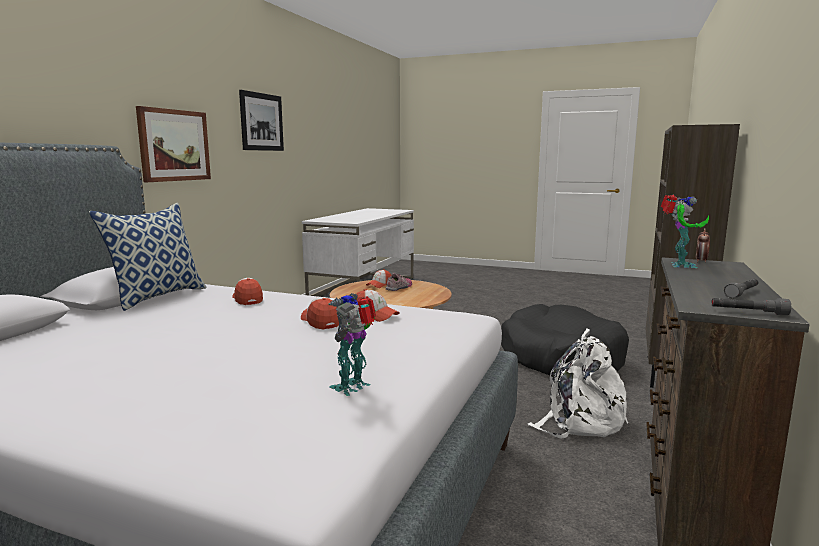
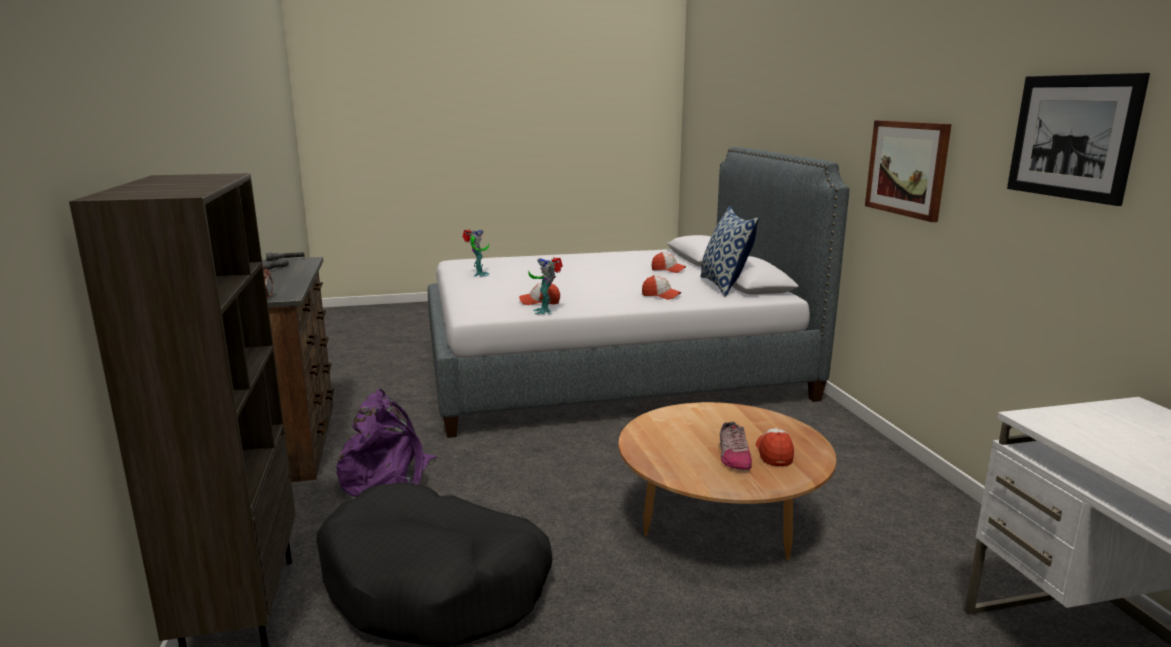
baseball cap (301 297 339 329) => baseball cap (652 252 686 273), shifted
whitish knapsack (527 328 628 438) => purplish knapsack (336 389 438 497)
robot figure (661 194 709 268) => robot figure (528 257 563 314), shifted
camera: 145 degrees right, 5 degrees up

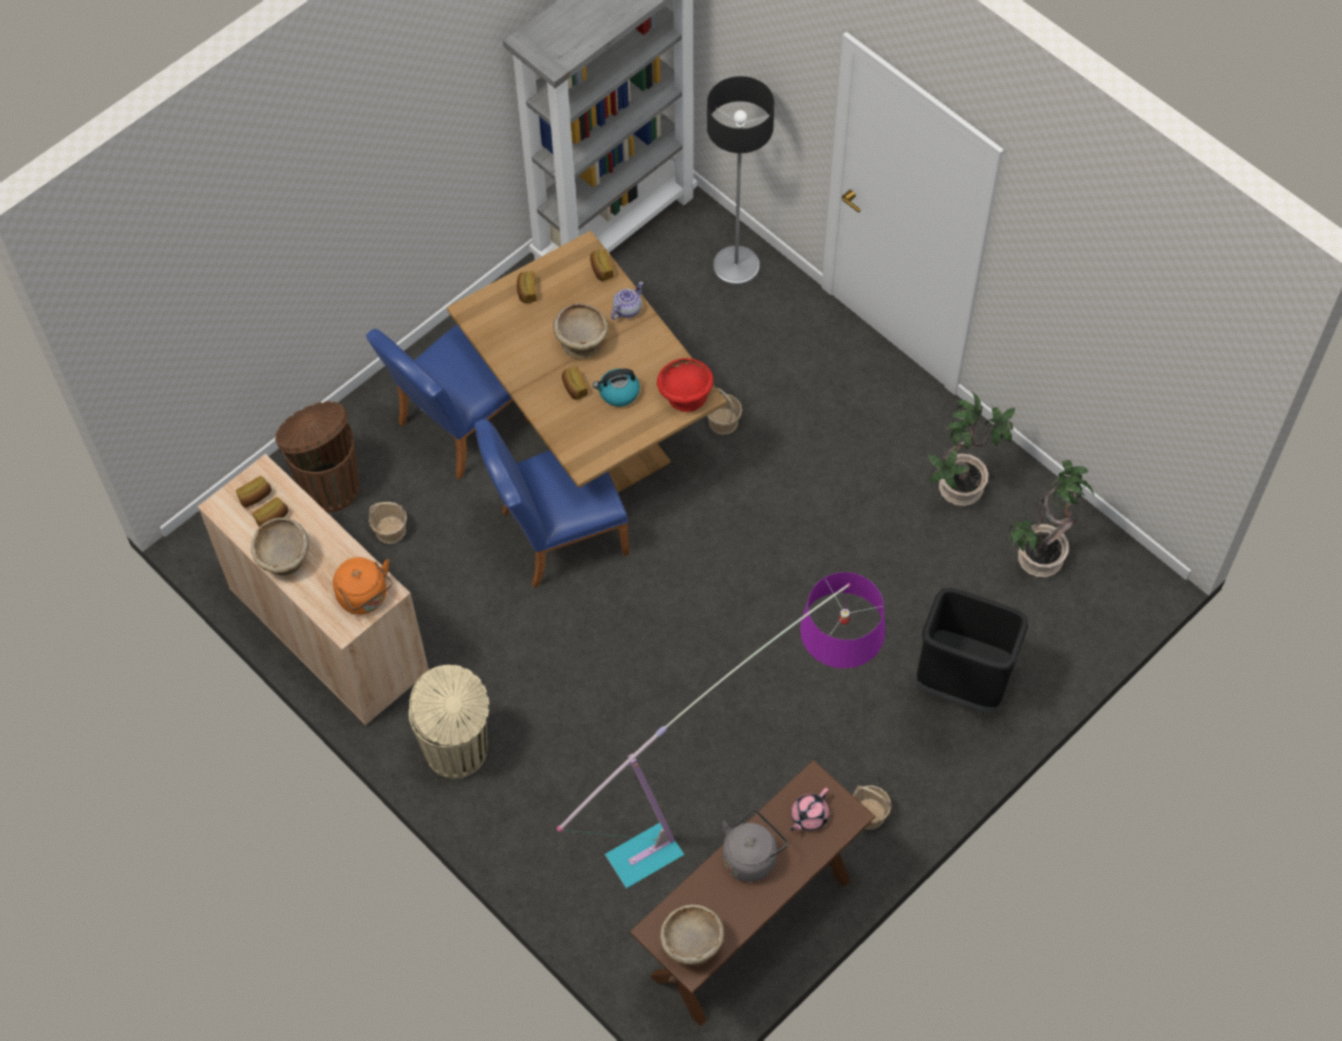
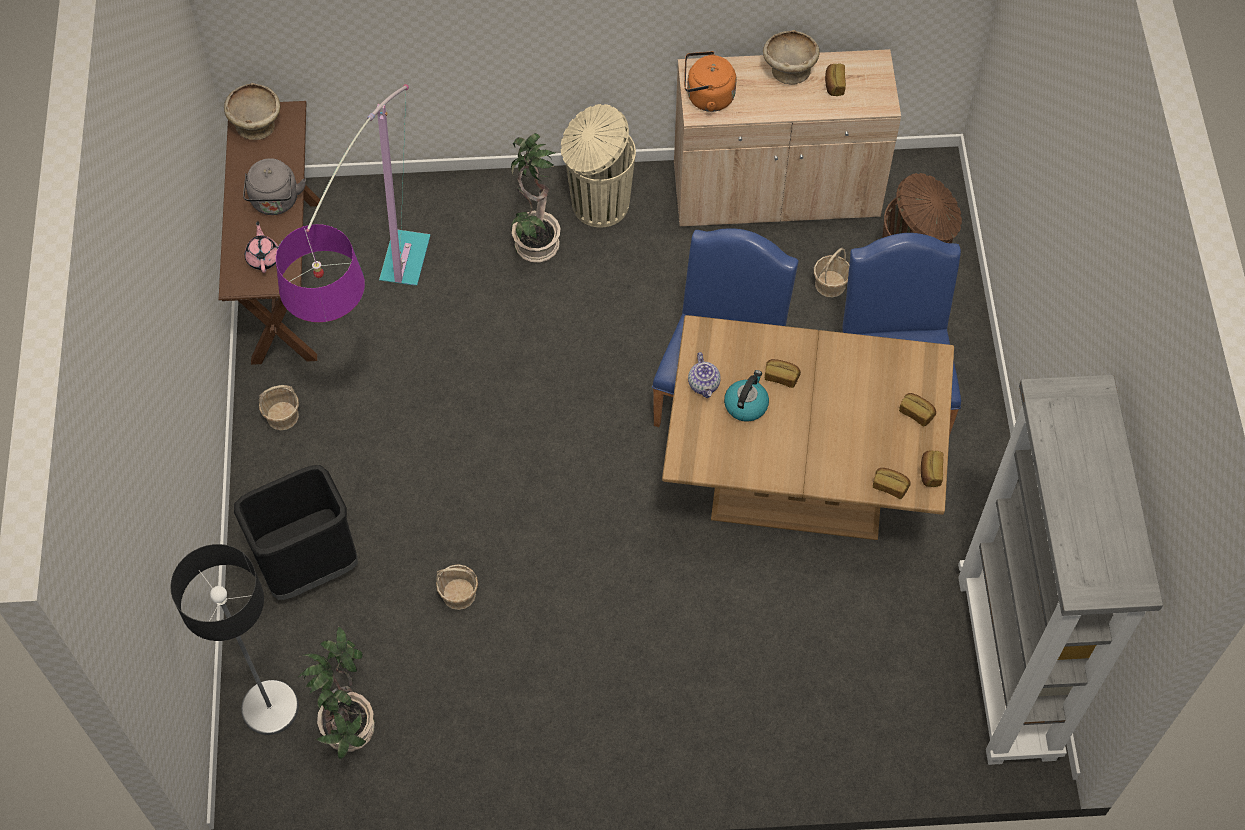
bakery bread (236 476 272 507) => bakery bread (921 451 943 487), shifted
beige-coloured bowl (553 303 608 359) => nothing
teapot (611 282 643 320) => teapot (688 352 721 398), shifted
red-coloured bowl (657 358 713 412) => nothing
standing lamp (707 76 775 286) => standing lamp (170 544 299 735), shifted
basket (707 388 742 435) => basket (436 564 478 610), shifted
potted plant (928 390 1015 506) => potted plant (511 133 561 263), shifted
camera: 130 degrees right, 0 degrees up

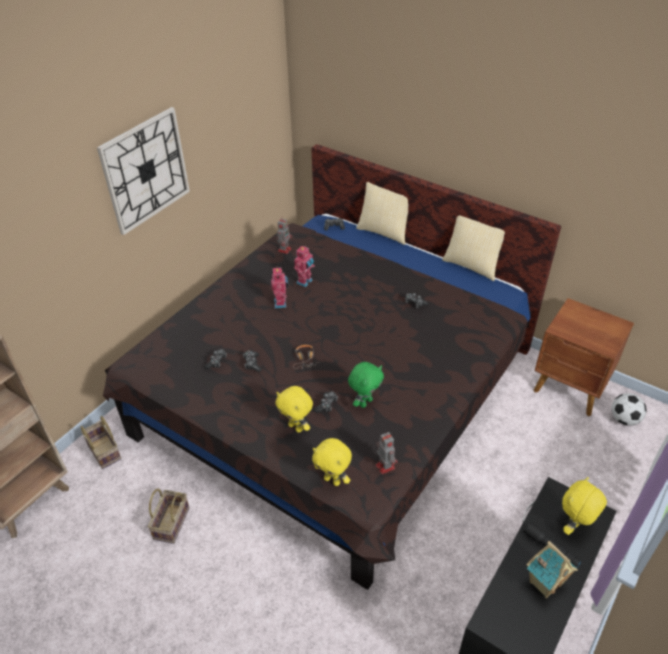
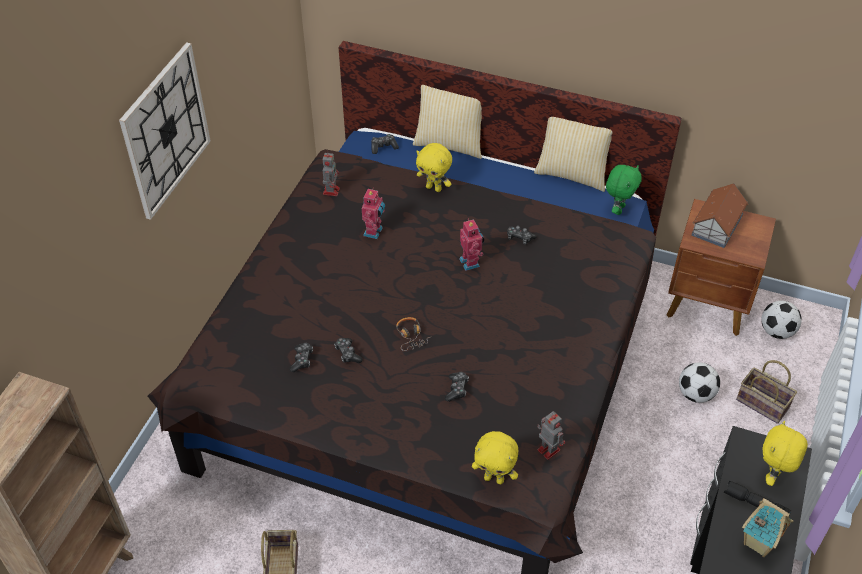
basket (81 416 121 469) => basket (736 360 797 424), shifted
robot figure (271 266 288 308) => robot figure (459 219 484 271), shifted
yellow-coloured cuddly toy (276 386 313 433) => yellow-coloured cuddly toy (416 143 452 192), shifted
green cuddly toy (348 362 384 408) => green cuddly toy (606 165 642 215), shifted
nothing => football (679 362 720 403)
nothing => miniature house (691 183 748 248)
camera: 15 degrees left, 5 degrees up

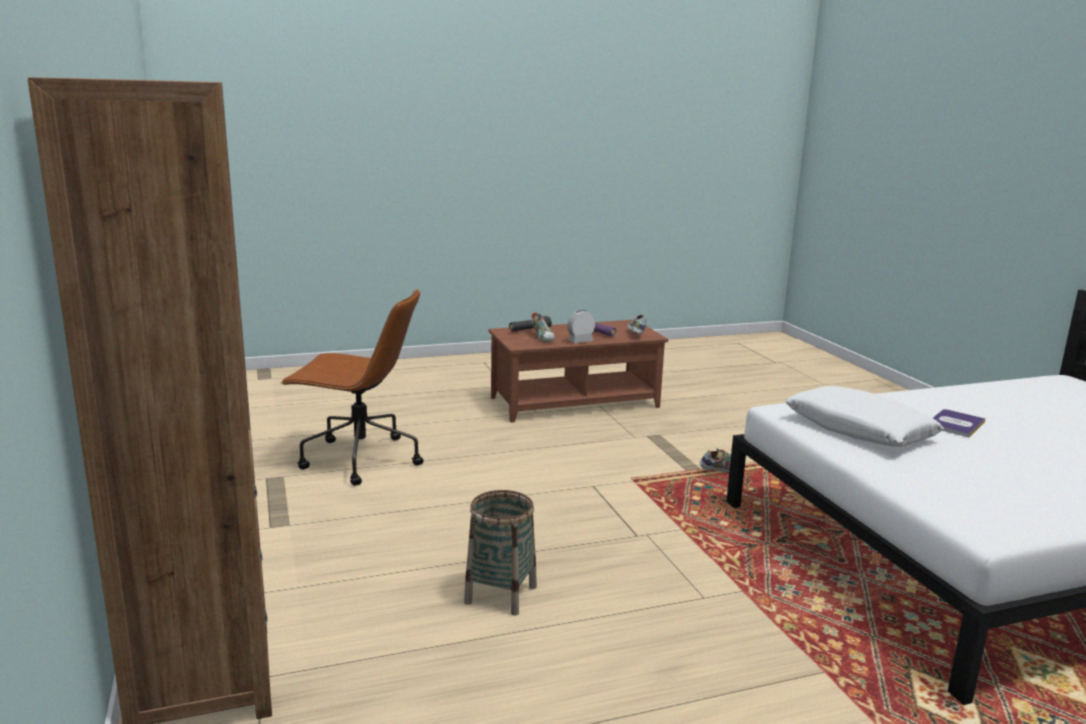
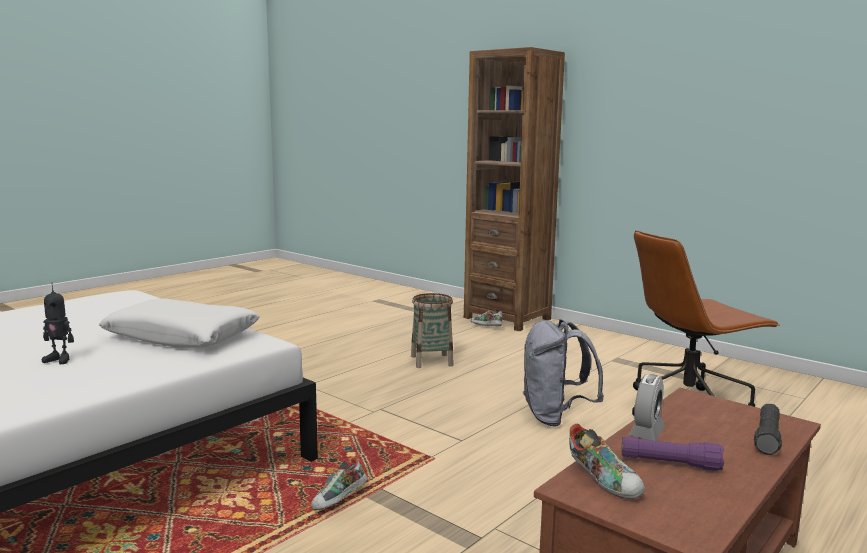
shoe (531 312 555 342) => shoe (471 309 502 326), shifted
bound book (933 409 986 437) => robot figure (42 283 74 364)
nothing => gray knapsack (523 319 604 427)
camera: 150 degrees right, 5 degrees down

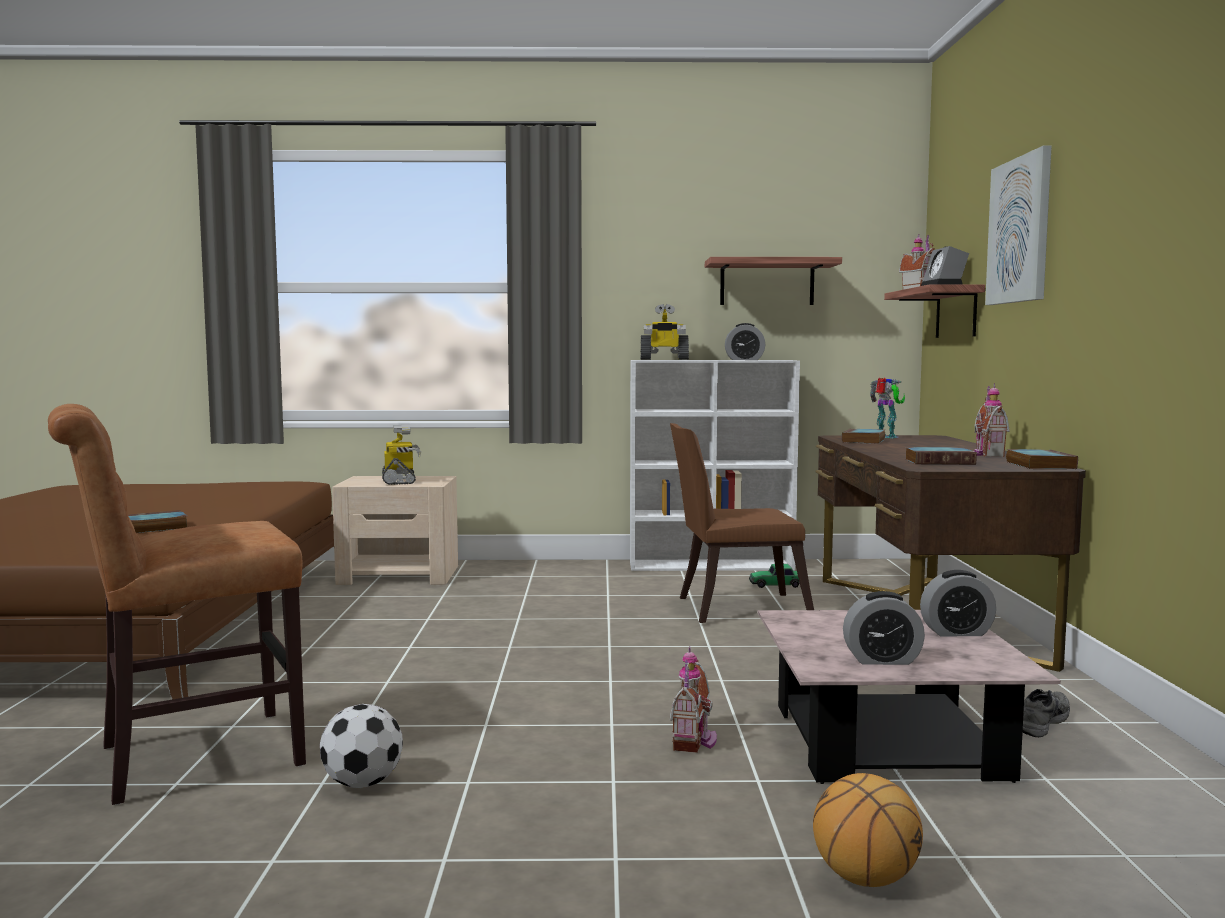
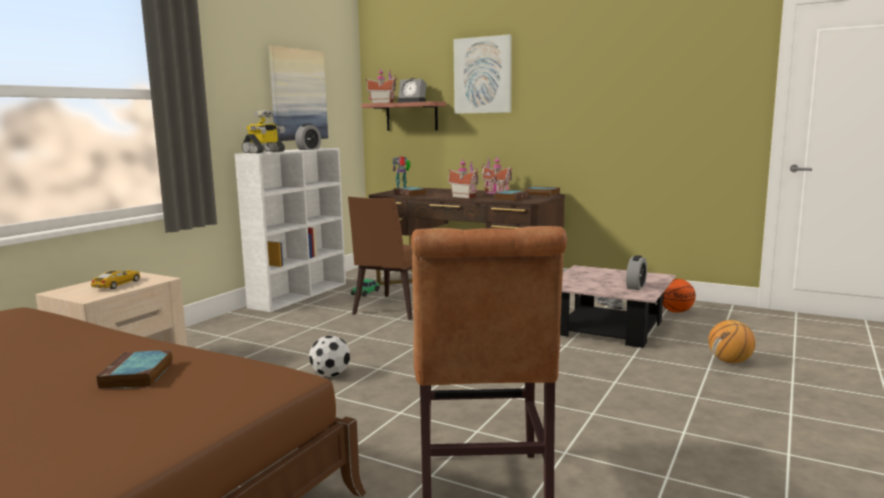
football (320 704 403 788) => football (309 335 350 377), shifted
robot figure (382 424 421 485) => toy car (91 270 140 289)
miniature house (670 646 717 753) => miniature house (448 161 478 199), shifted
shelf (705 257 842 305) => wall art (269 46 328 141)
alarm clock (920 570 996 637) => nothing
nothing => basketball (663 279 696 313)
camera: 60 degrees left, 5 degrees up

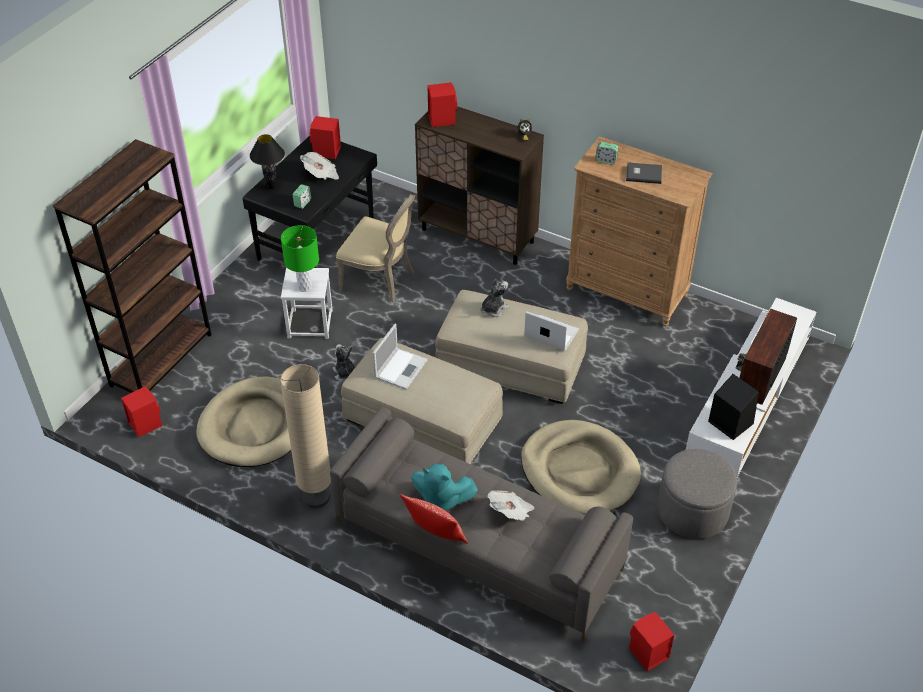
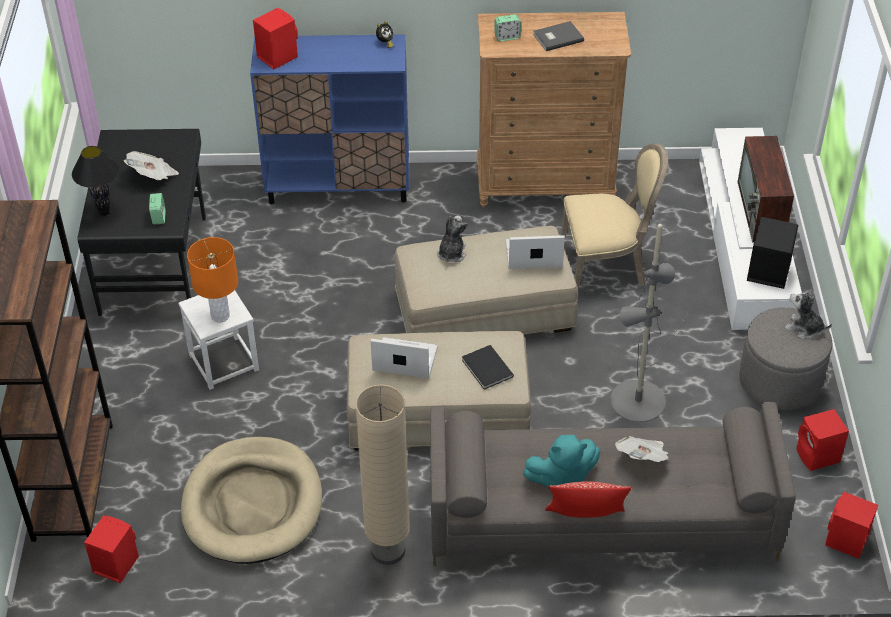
green tabletop lamp (281 225 319 292) => orangey tabletop lamp (187 237 238 323)
red-coloured loudspeaker (309 116 341 159) => red-coloured loudspeaker (796 409 849 471), shifted
cuddly toy (333 344 355 382) => cuddly toy (785 288 832 339), shifted
beige-coloured upright chair (336 194 415 303) => beige-coloured upright chair (561 143 668 289), shifted
laptop (372 324 428 390) => laptop (371 337 438 379), 75 degrees counterclockwise
brown-coloured cabinet (415 106 544 265) => bluish cabinet (250 34 409 204)
beige-coloured dog bed (521 420 641 515) => gray standing lamp (610 224 689 422)
nothing => black-coloured bound book (462 345 514 390)
camera: 30 degrees left, 0 degrees up

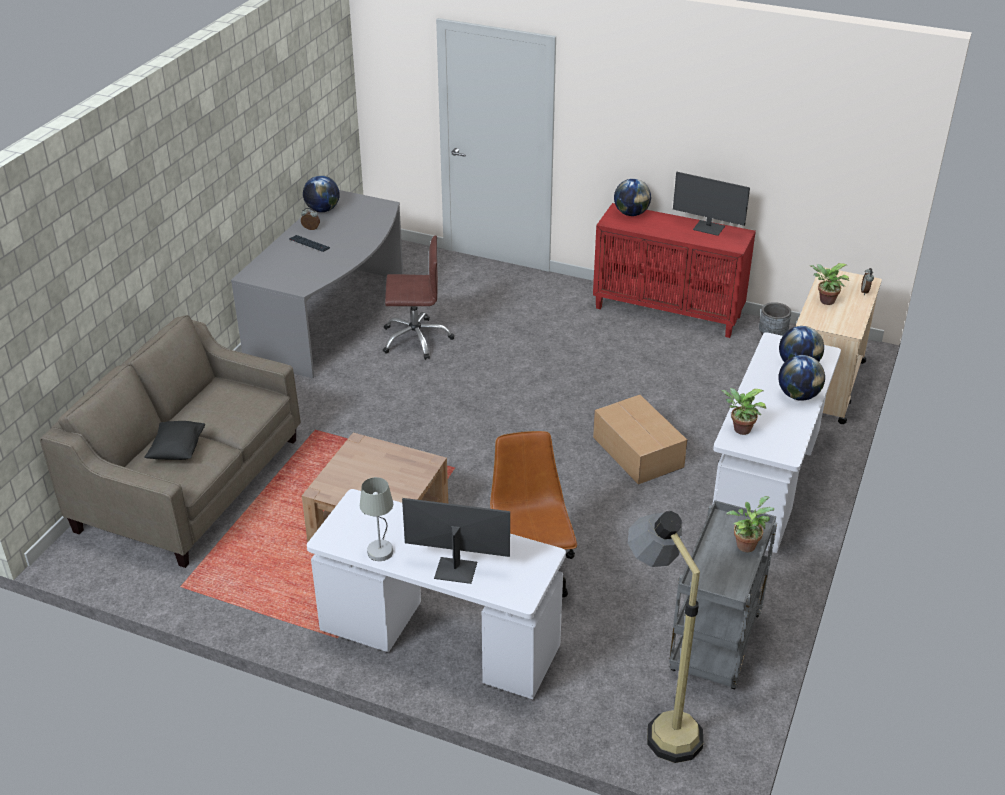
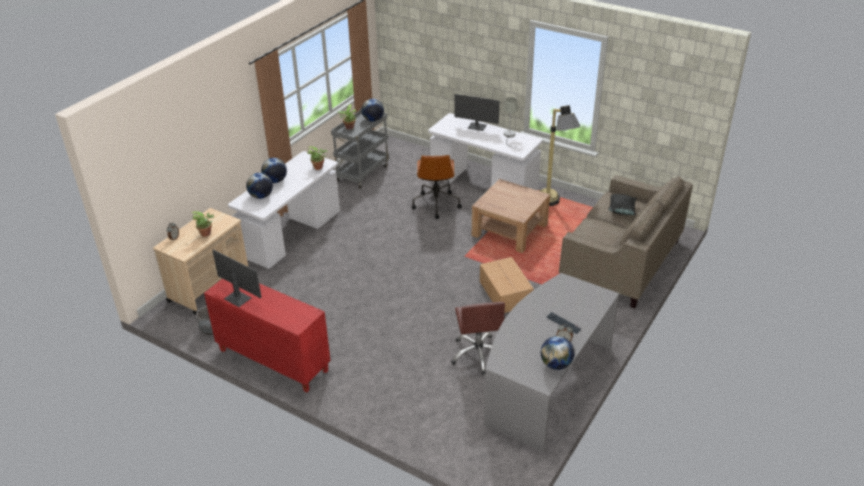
brown-coloured computer chair (383 235 454 360) => brown-coloured computer chair (451 302 505 375), 105 degrees counterclockwise
packing box (593 395 687 485) => packing box (480 257 534 313), shifted
globe (614 179 651 216) => globe (361 99 384 122), shifted
standing lamp (628 511 703 763) => standing lamp (539 105 580 206), shifted
camera: 170 degrees left, 0 degrees up

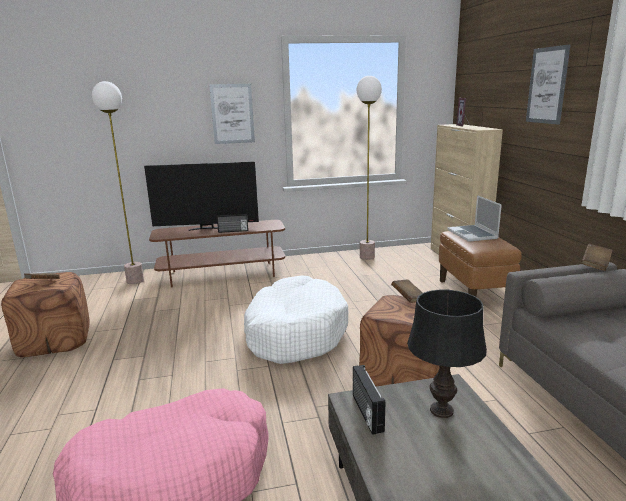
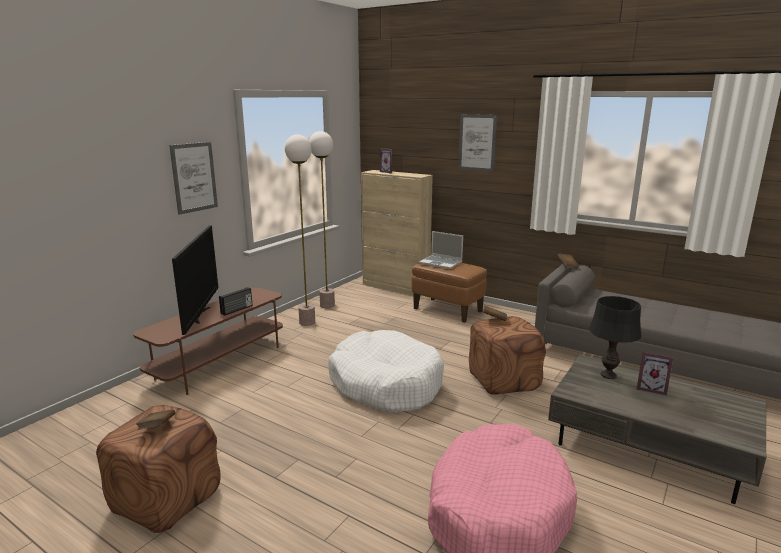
standing lamp (92 81 144 284) => standing lamp (285 134 315 326), shifted
television (144 162 259 231) => television (172 225 218 335), 45 degrees counterclockwise
radio set (353 365 385 435) => nothing
nothing => standing frame (637 352 674 396)
camera: 45 degrees left, 0 degrees up

